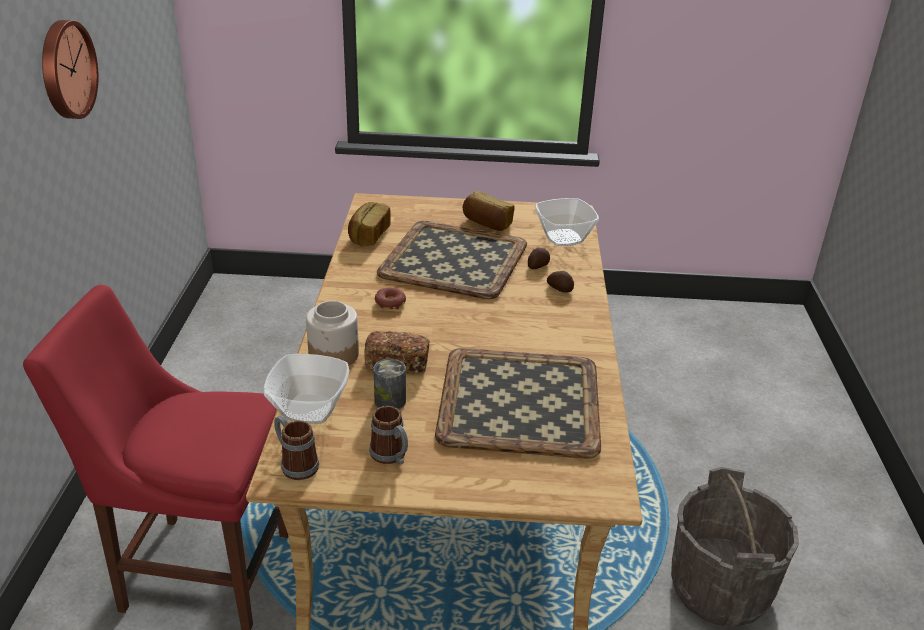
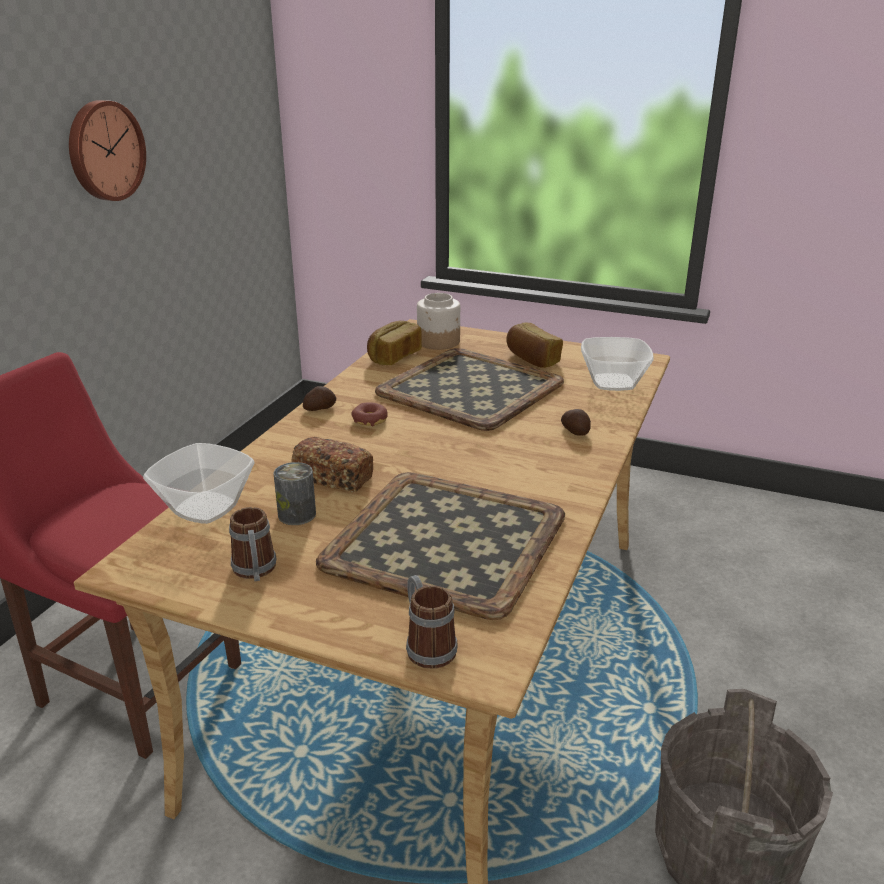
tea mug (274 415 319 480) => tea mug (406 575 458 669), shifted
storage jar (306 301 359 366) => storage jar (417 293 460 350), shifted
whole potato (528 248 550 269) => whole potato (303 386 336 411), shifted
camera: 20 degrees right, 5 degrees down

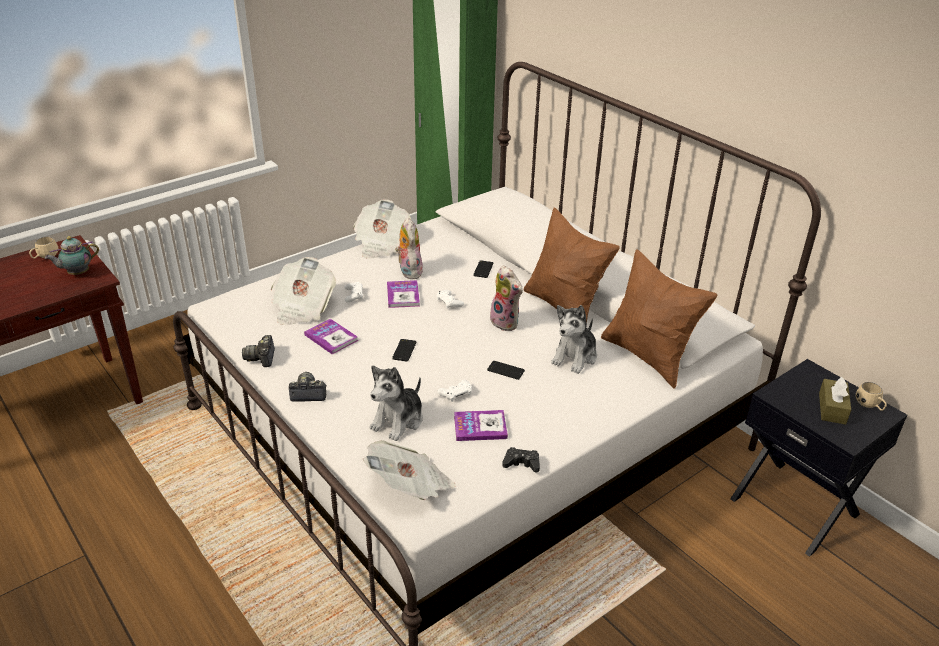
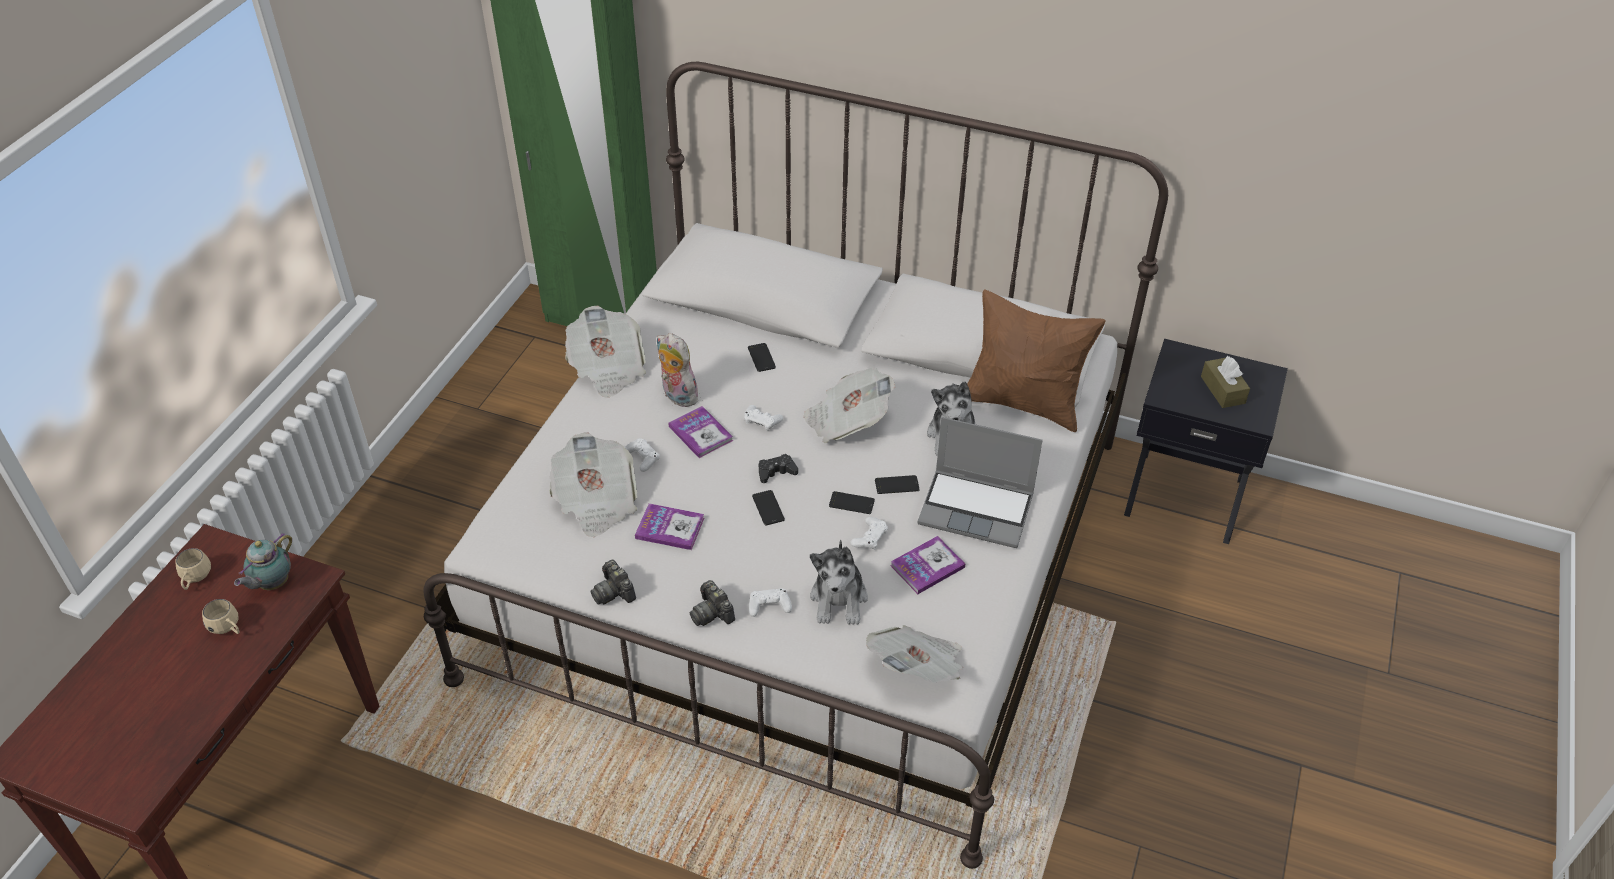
photo camera (289 372 327 402) => photo camera (690 580 735 626), 90 degrees counterclockwise
cuddly toy (490 265 523 331) => printed paper (803 367 895 443)
black-coloured game controller (502 447 540 472) => black-coloured game controller (759 454 798 483), shifted
brown-coloured throw pillow (523 207 620 322) => nothing
beige-coloured tea mug (856 382 887 411) => beige-coloured tea mug (202 599 240 634), shifted
nothing => whitish game controller (749 588 792 617)
nothing => handset (829 491 875 514)
nothing => laptop (917 417 1043 548)
camera: 30 degrees left, 10 degrees up

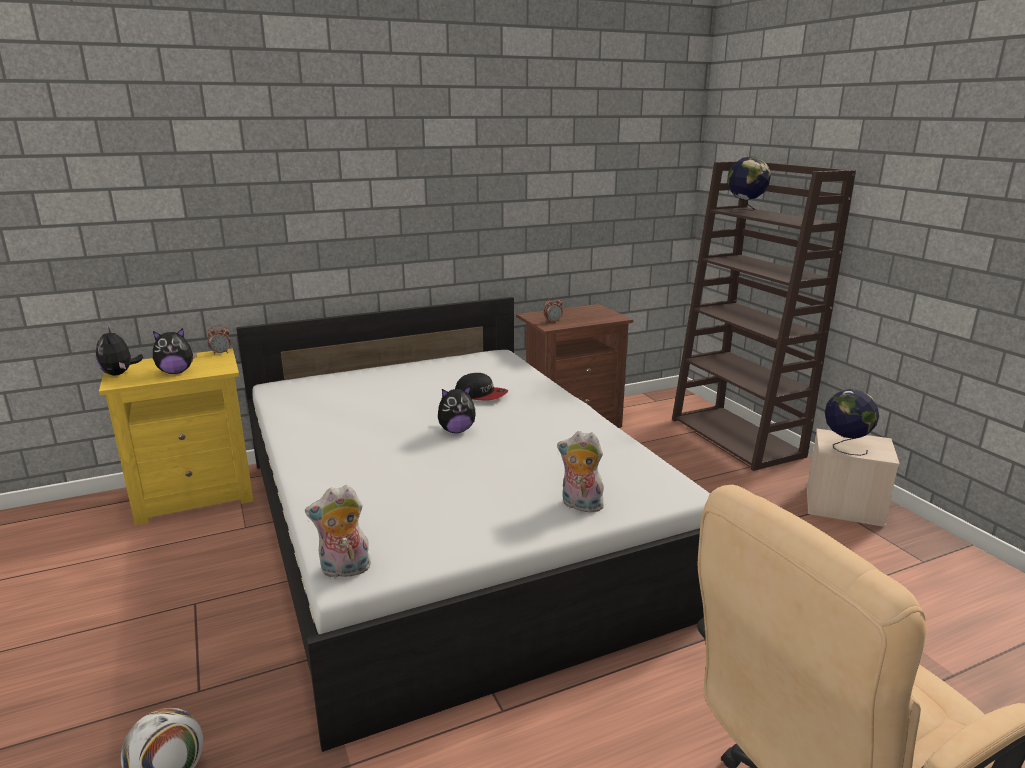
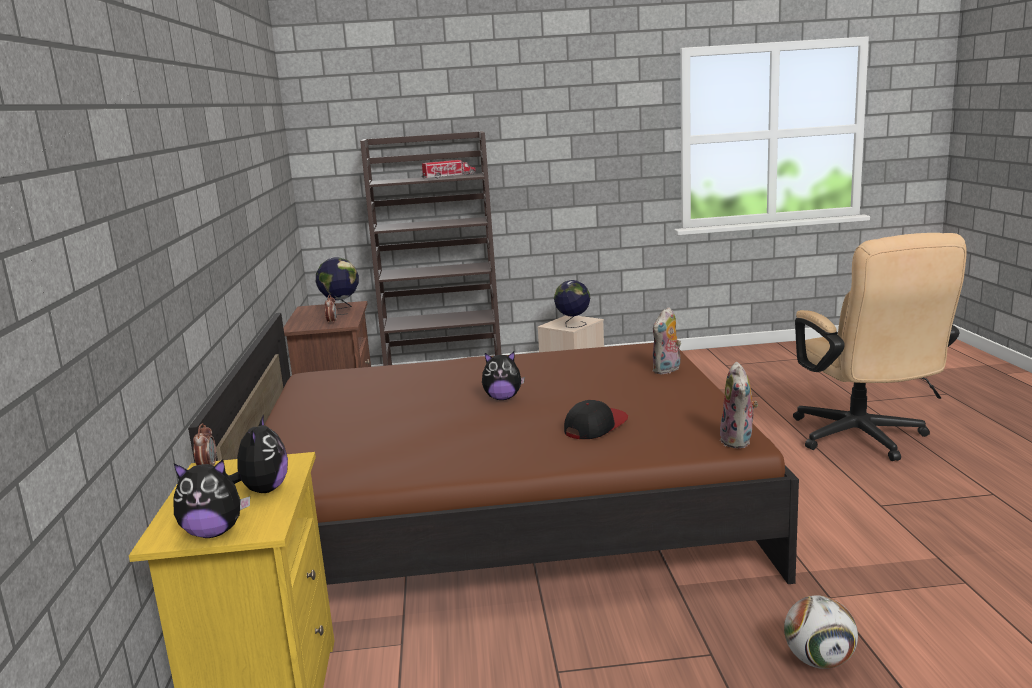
whitish sleeping bed (236 297 710 752) => brown-coloured sleeping bed (188 313 799 585)
cuddly toy (438 386 476 433) => cuddly toy (482 352 525 400), 90 degrees clockwise
baseball cap (455 373 508 401) => baseball cap (564 400 628 439), shifted
globe (727 156 771 213) => globe (316 257 359 315), shifted
nothing => toy truck (422 160 476 178)
camera: 70 degrees left, 5 degrees down

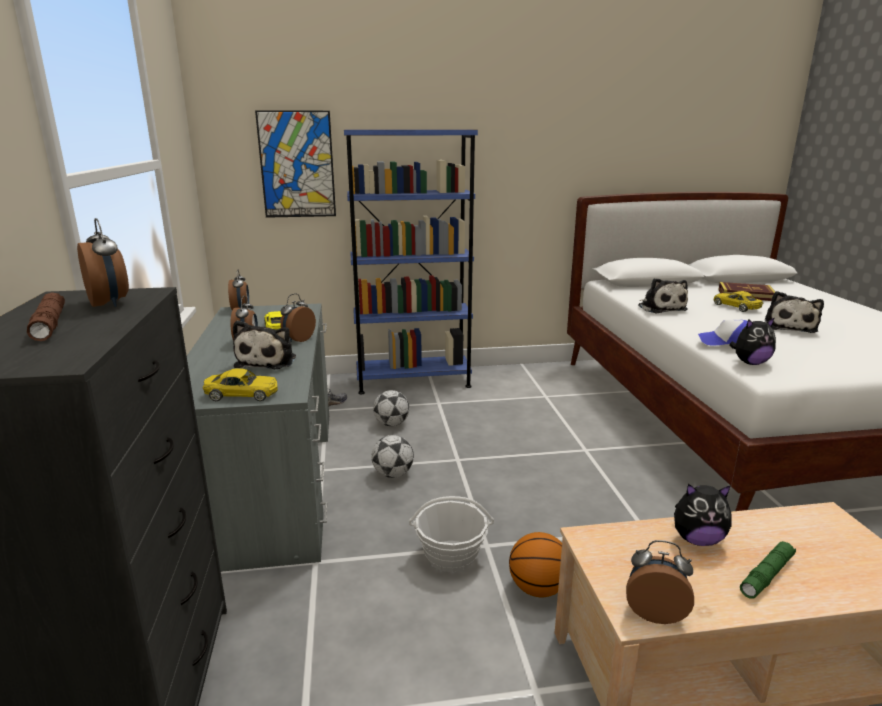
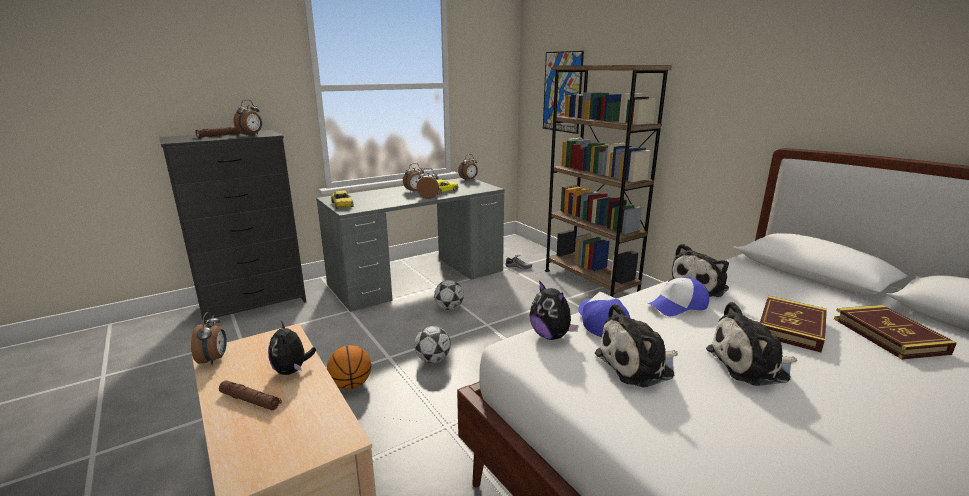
cuddly toy (233 320 296 369) => cuddly toy (595 303 678 387), shifted
bluish bookshelf (344 130 478 394) => brown-coloured bookshelf (545 65 672 297)
football (373 390 409 426) => football (414 326 451 363), shifted
basket (409 496 494 572) => nothing
yellow-coloured toy car (714 291 763 312) => bound book (760 296 827 353)
green torch (740 541 796 598) => brown-coloured torch (219 381 282 410)
nothing => baseball cap (648 277 709 316)
camera: 65 degrees right, 0 degrees up

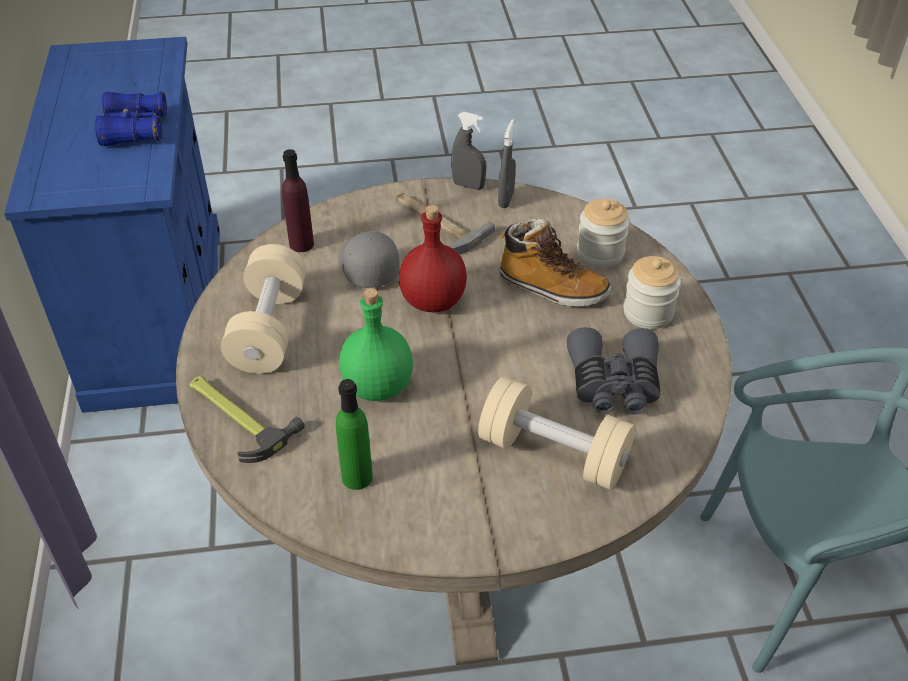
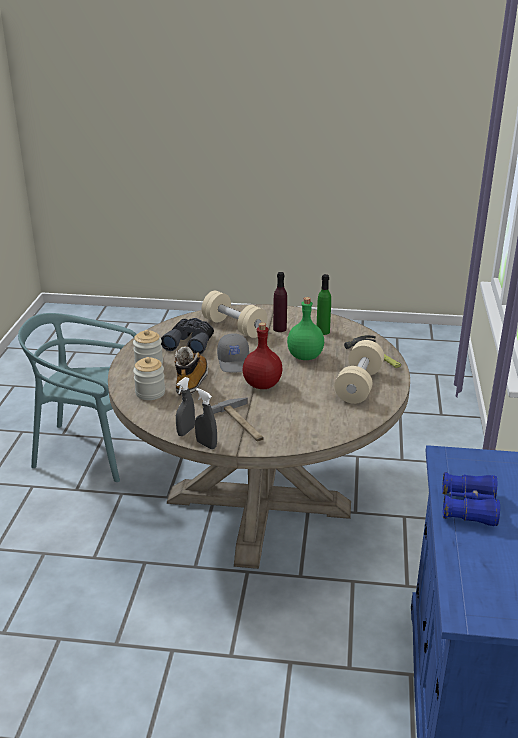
purplish beverage bottle (282 149 314 252) => purplish beverage bottle (273 272 287 332), shifted
gray baseball cap (338 231 400 288) => gray baseball cap (217 333 249 373), shifted
tall boot (499 218 611 307) => tall boot (174 346 208 395), 60 degrees clockwise
camera: 165 degrees left, 15 degrees down

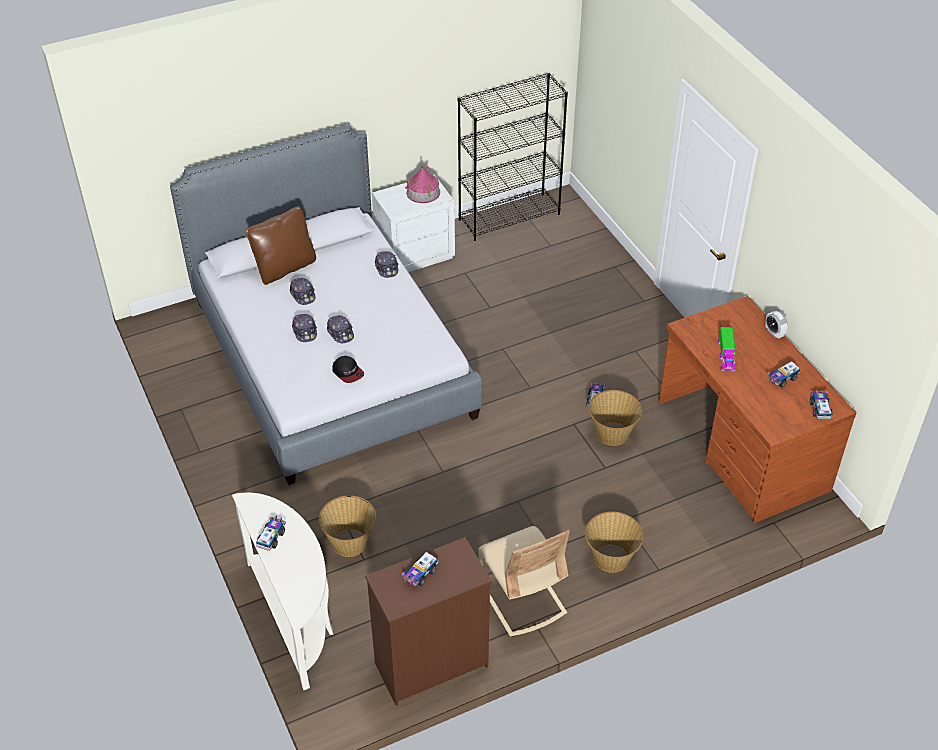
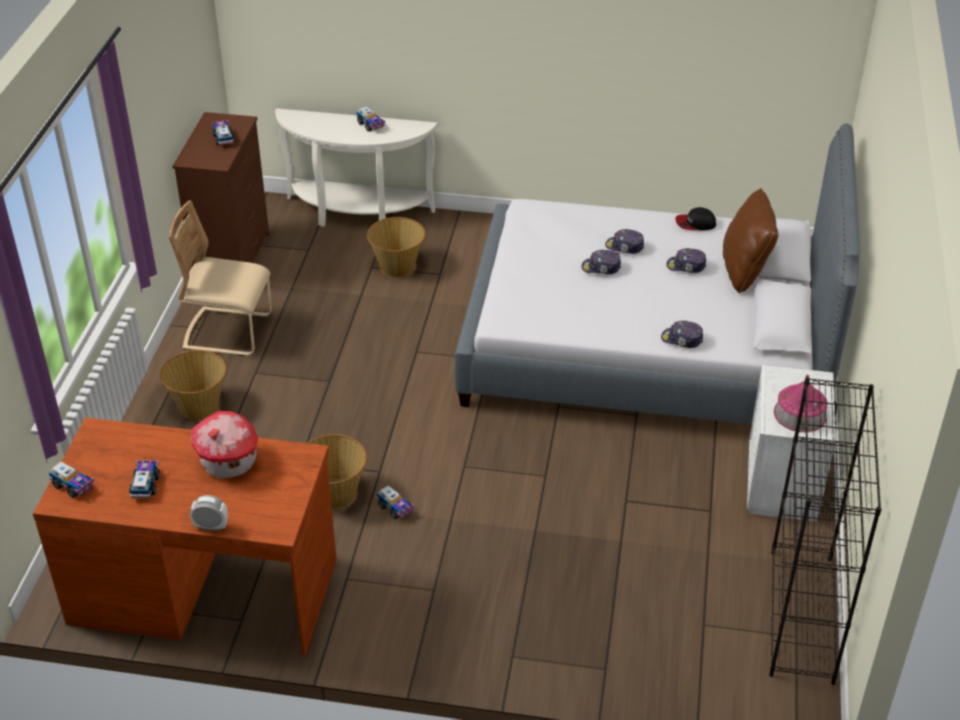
baseball cap (332 356 364 383) => baseball cap (675 207 716 230), shifted
toy truck (718 327 736 372) => miniature house (192 411 258 479)
camera: 125 degrees right, 5 degrees down

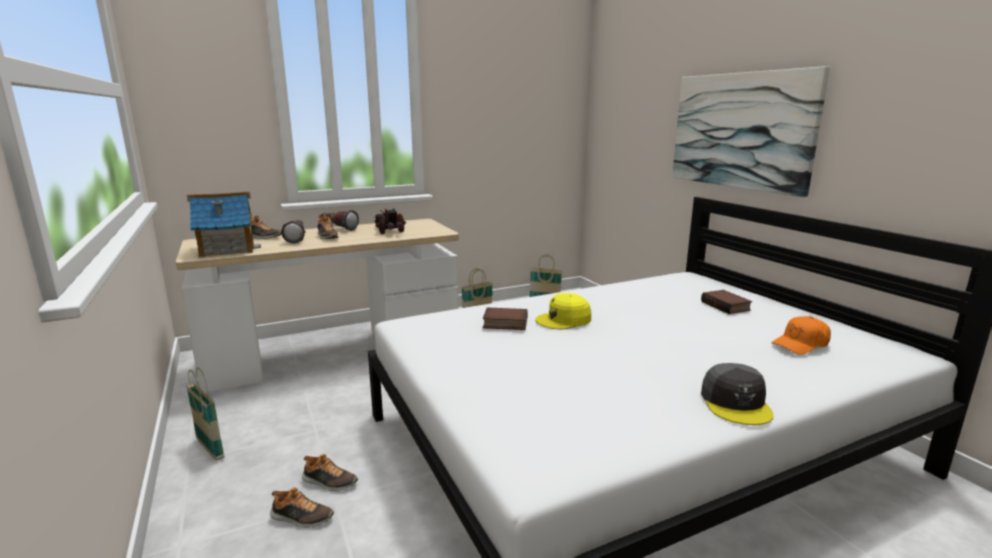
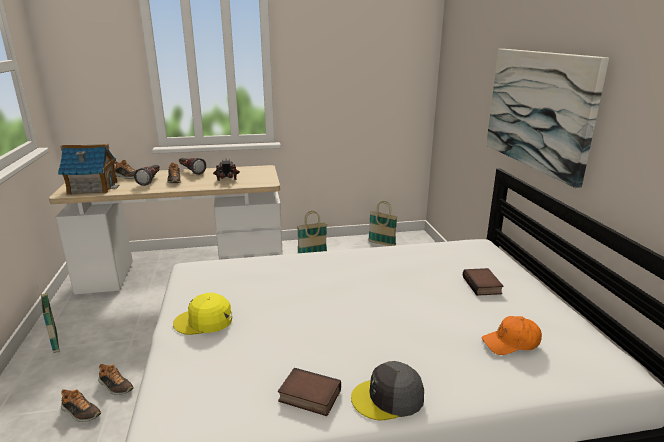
bound book (483 308 528 330) => bound book (278 368 341 416), shifted
yellow-coloured baseball cap (535 293 591 329) => yellow-coloured baseball cap (173 293 232 335), shifted
gray baseball cap (701 363 774 425) => gray baseball cap (351 361 424 420), 60 degrees clockwise
camera: 15 degrees right, 5 degrees up

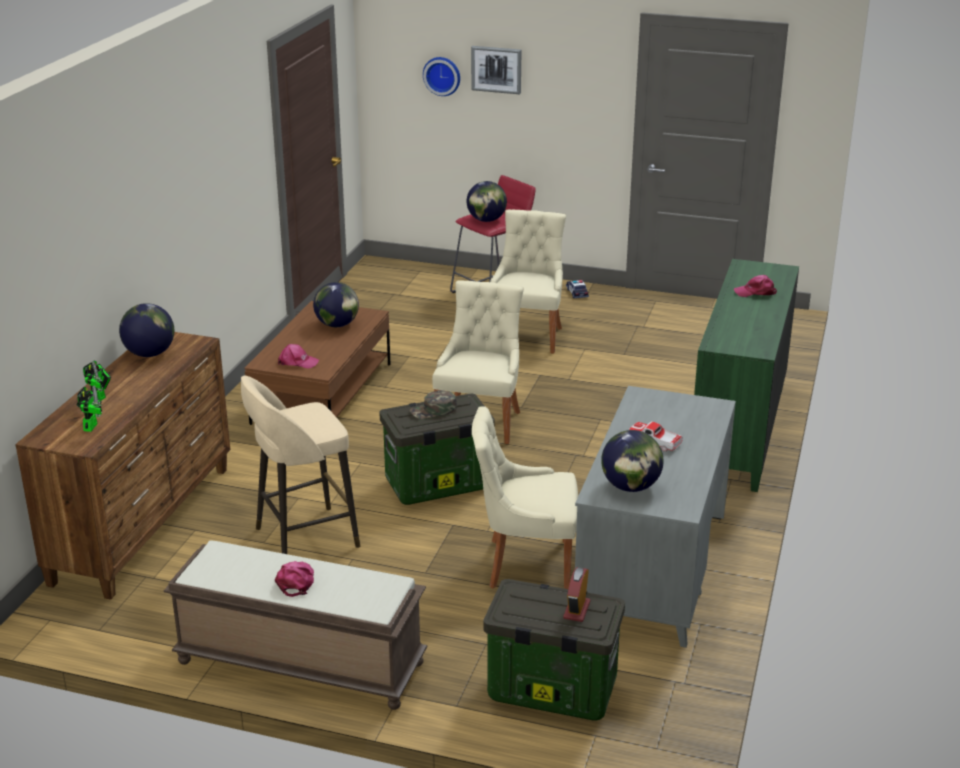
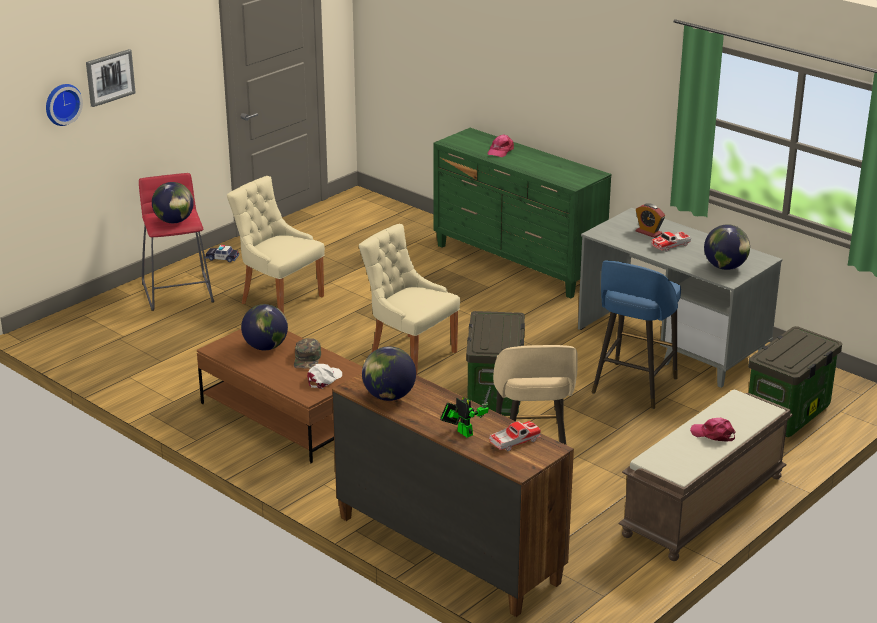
robot figure (76 385 102 432) => toy car (489 421 541 451)
pink-coloured baseball cap (278 344 319 369) => whitish baseball cap (307 364 342 389)
green baseball cap (410 390 457 419) => green baseball cap (294 338 321 369), shifted
beige-coloured upright chair (472 406 578 589) => bluish sitting stool (592 261 681 409)
alarm clock (563 567 591 622) => alarm clock (636 203 665 238), shifted
camera: 65 degrees left, 0 degrees up

